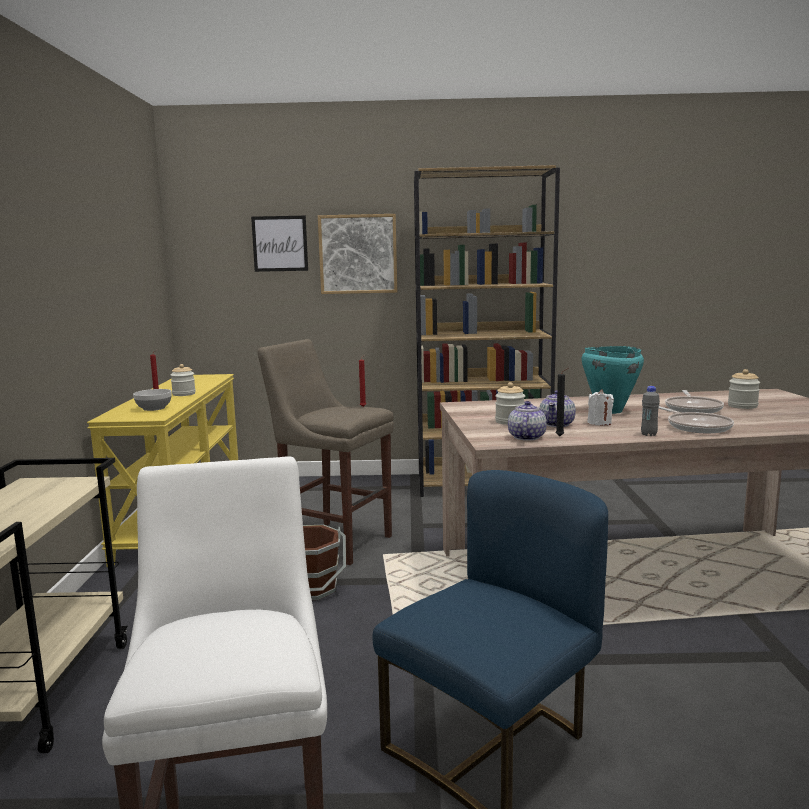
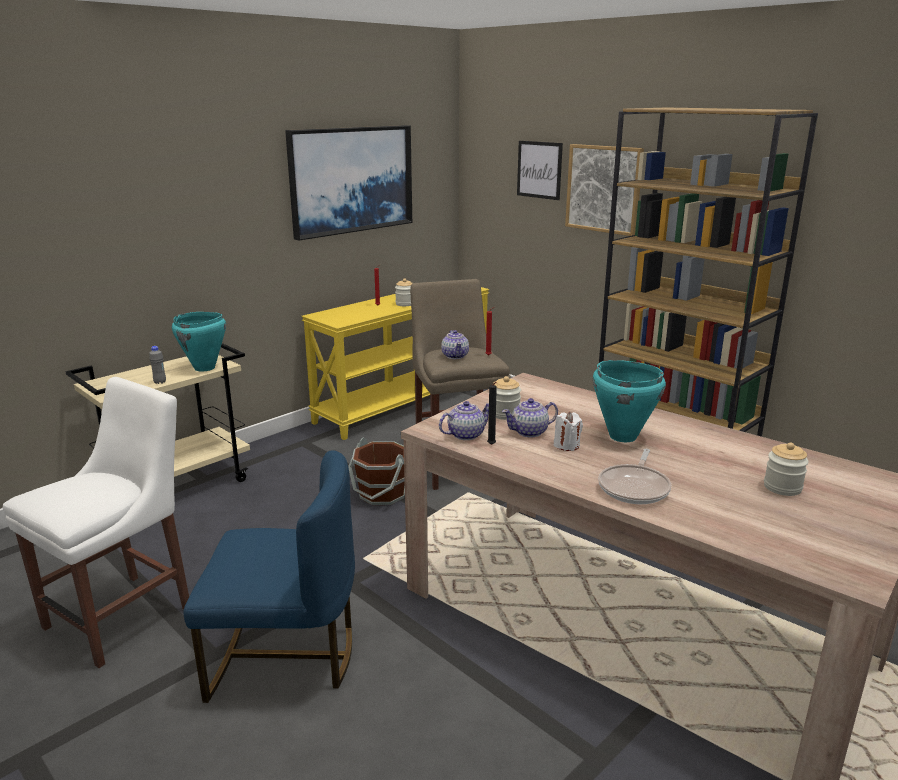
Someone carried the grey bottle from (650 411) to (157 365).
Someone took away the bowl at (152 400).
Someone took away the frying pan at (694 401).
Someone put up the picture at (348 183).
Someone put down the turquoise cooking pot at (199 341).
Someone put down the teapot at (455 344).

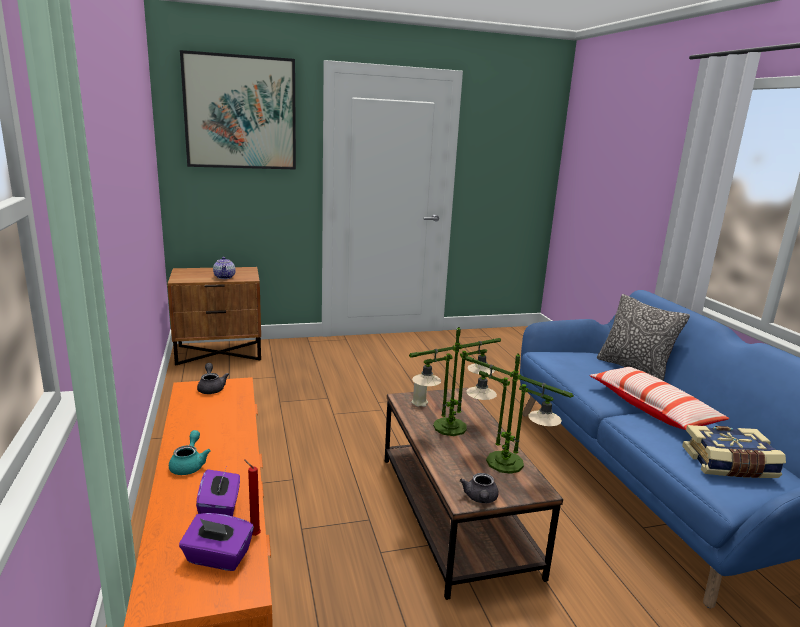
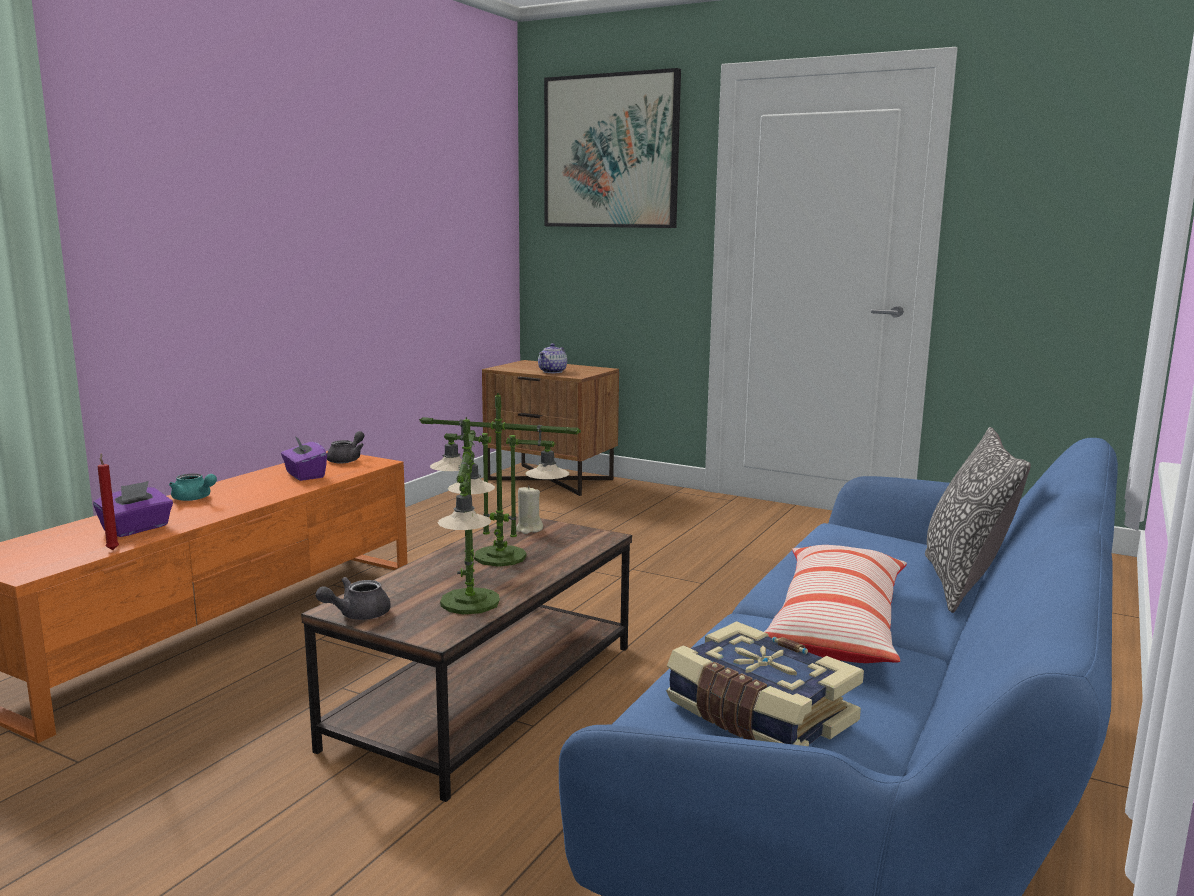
Someone rotated the turquoise teapot at (190 452) by 75 degrees clockwise.
Someone carried the purple tissue box from (216 542) to (304 458).

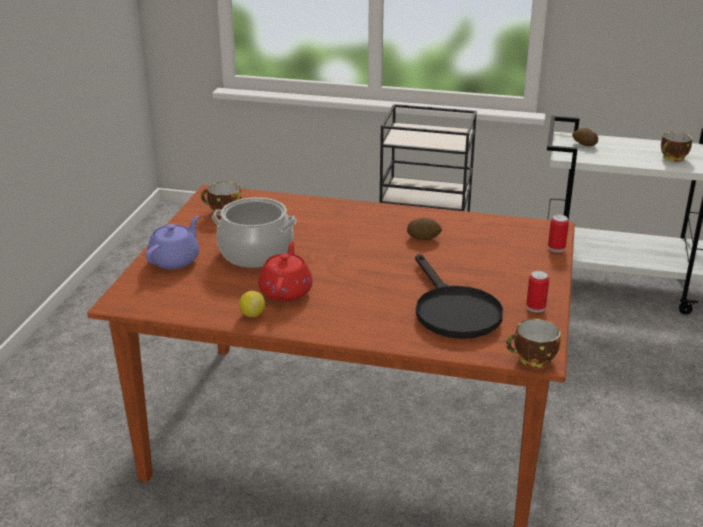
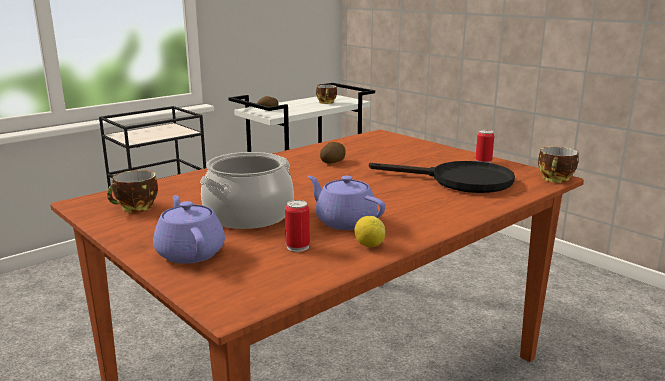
Someone carried the can from (558 233) to (297 226).
Someone repainted the red teapot at (285 271), which became the purple teapot at (346 203).

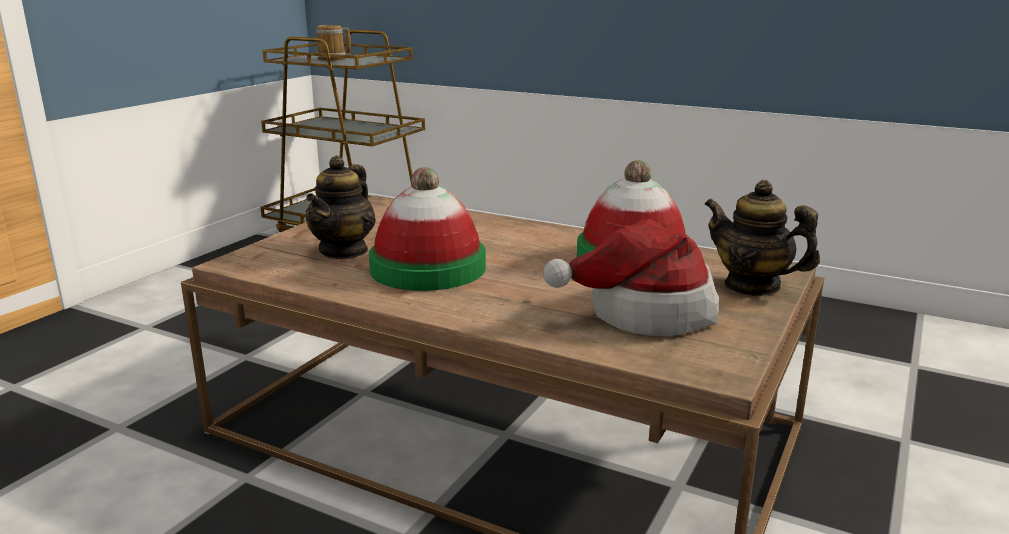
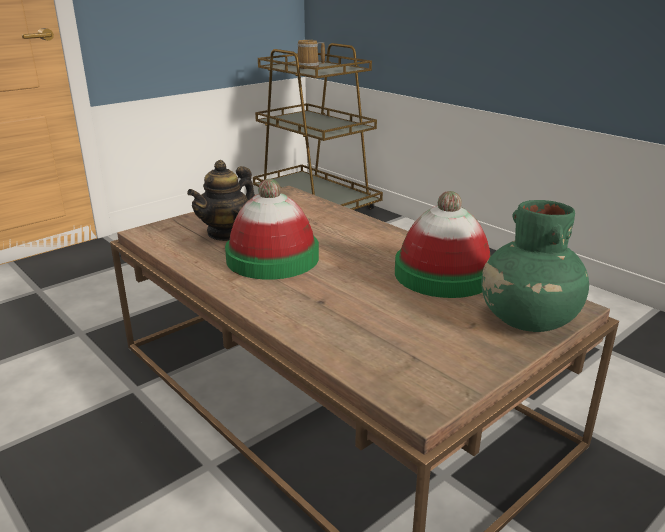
Someone swapped the teapot at (762 238) for the green vase at (535 266).
Someone took away the hat at (631 277).

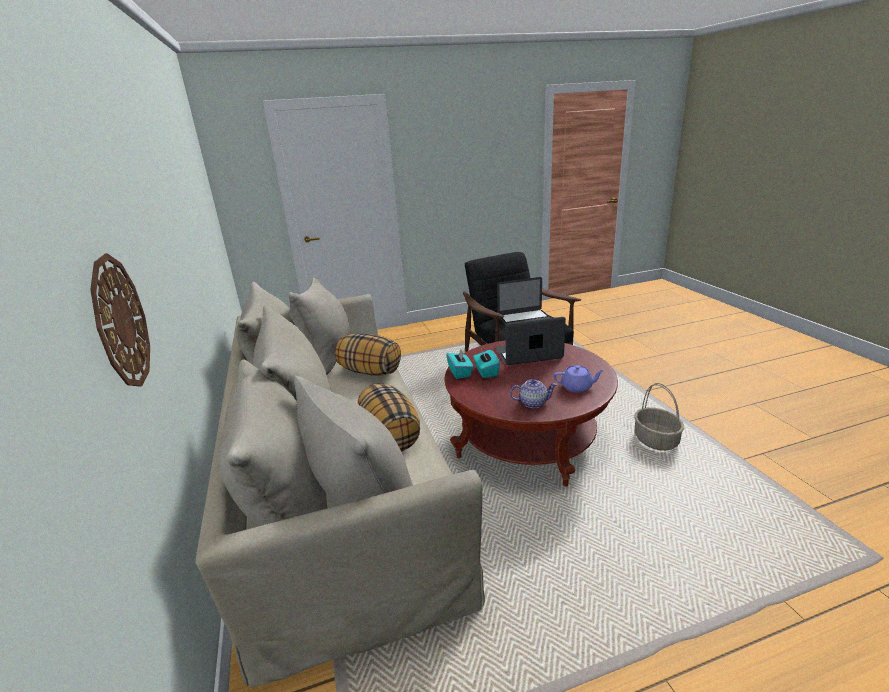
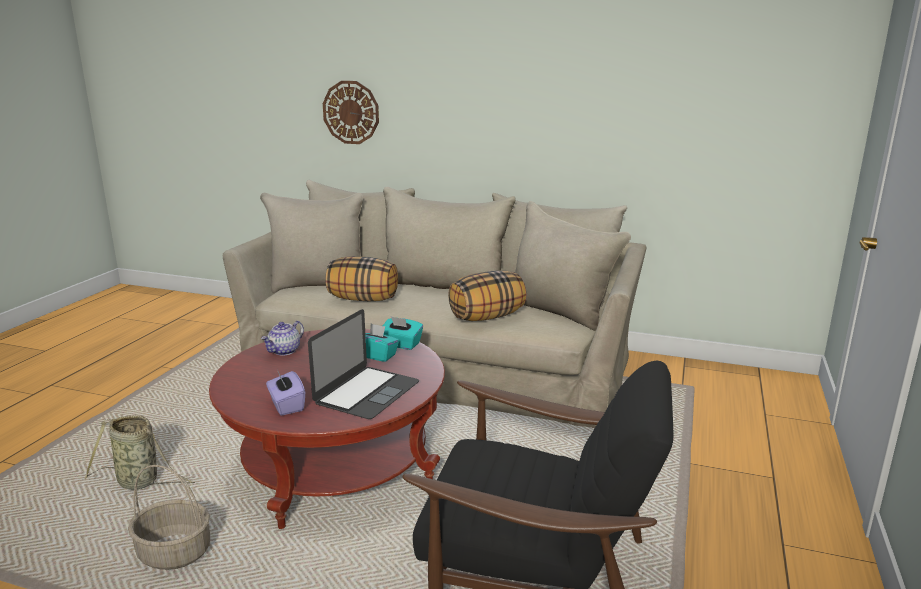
Someone took away the laptop at (524 301).
Someone took away the purple teapot at (579 379).
Someone put down the purple tissue box at (285 393).
Someone put down the basket at (140 452).

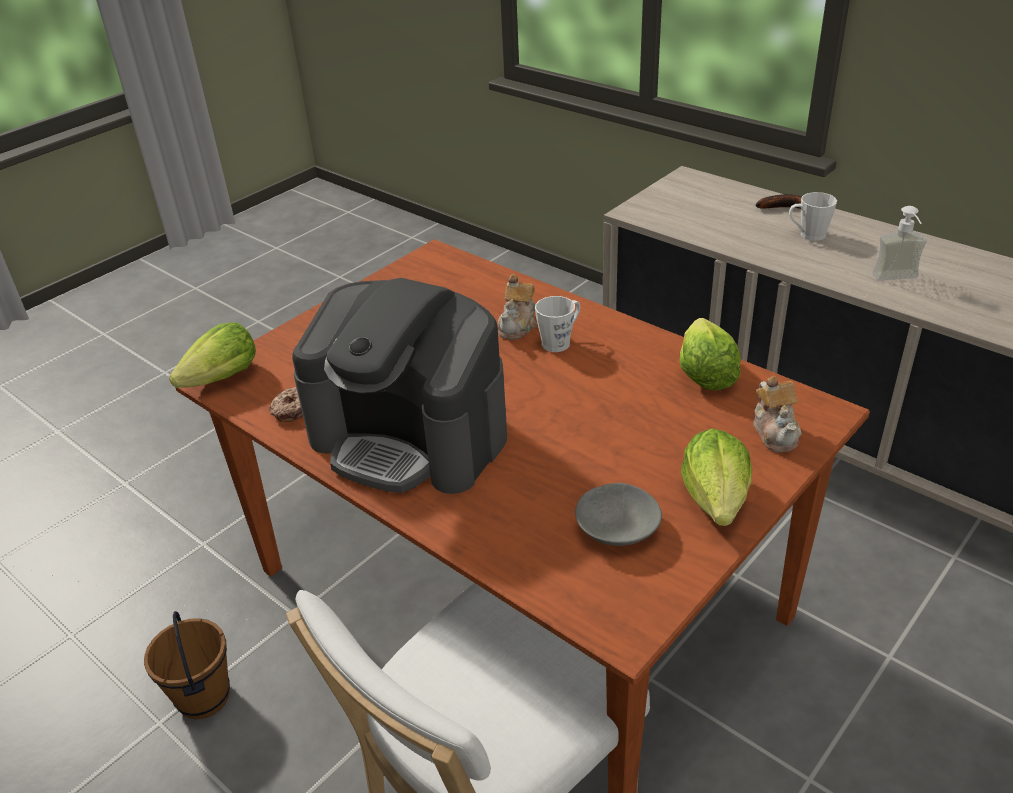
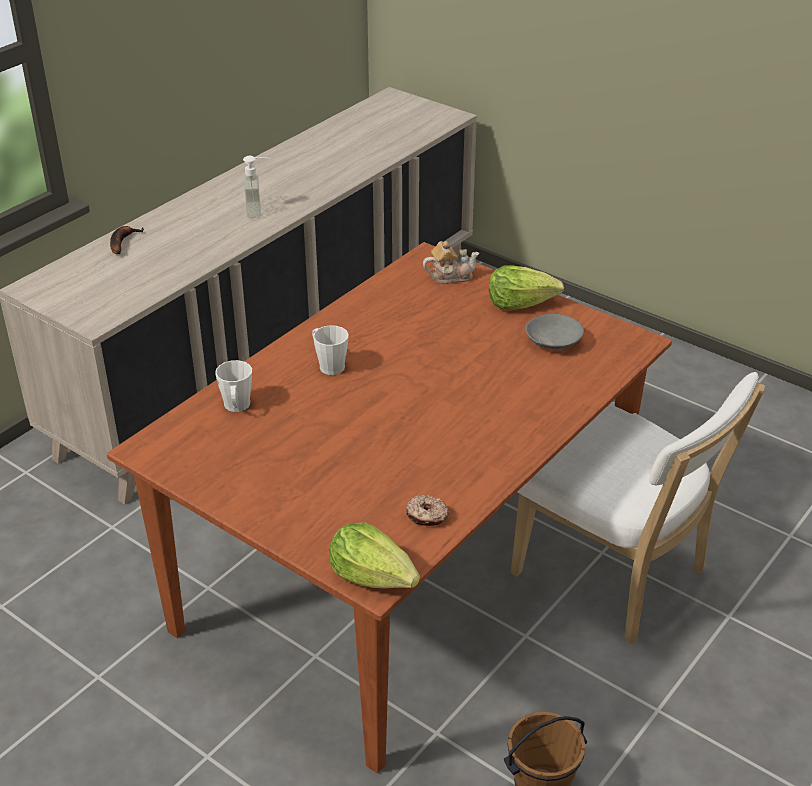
Someone carried the white mug from (813 216) to (233 386).
Someone took away the teapot at (517 307).
Someone took away the coffee machine at (399 386).
Someone took away the lettuce at (710 354).

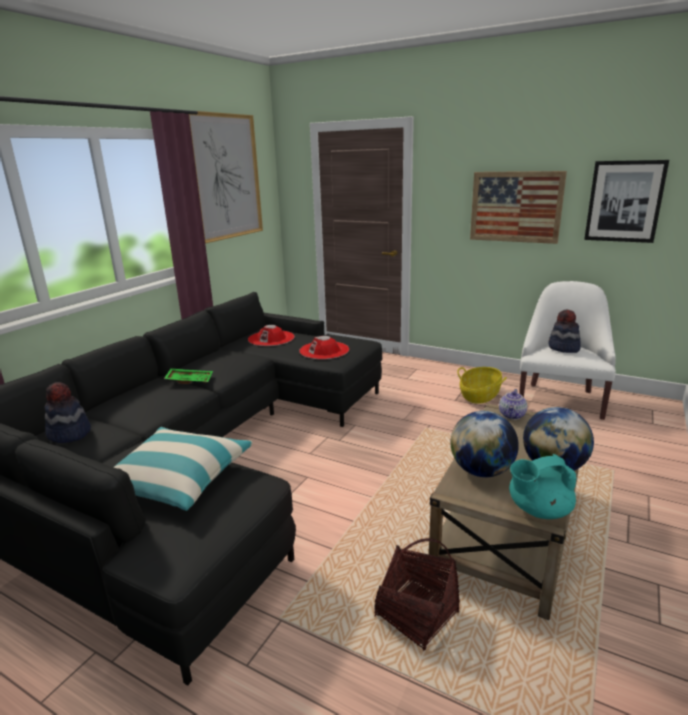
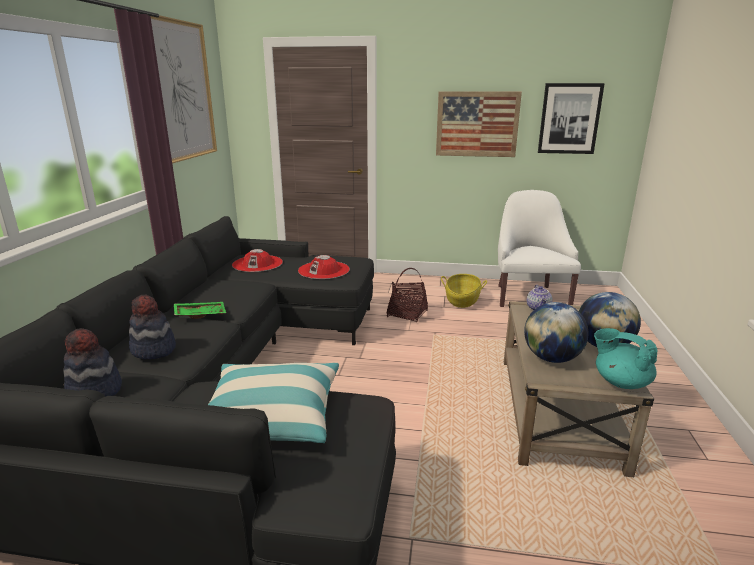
Someone carried the hat from (564 331) to (152 327).
Someone rotated the turquoise teapot at (542 486) by 75 degrees clockwise.
Someone carried the basket from (417 594) to (407 295).

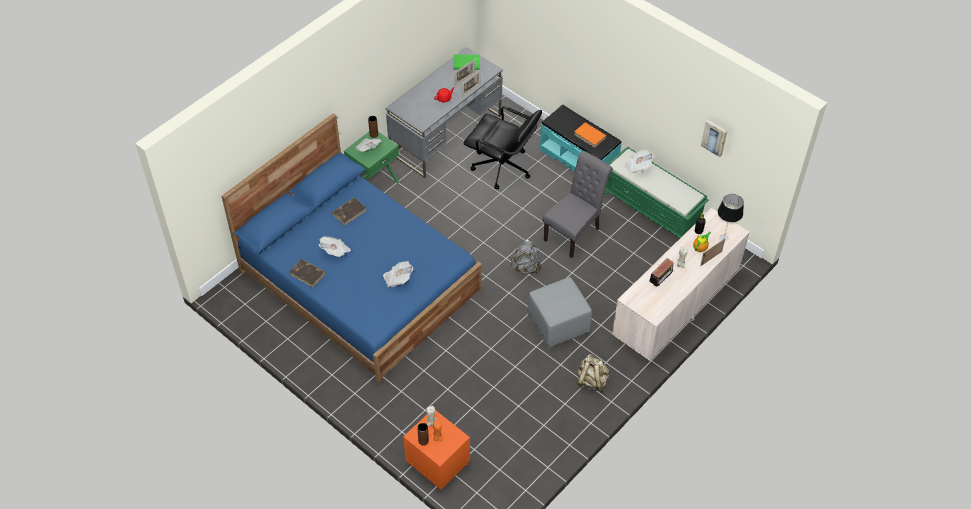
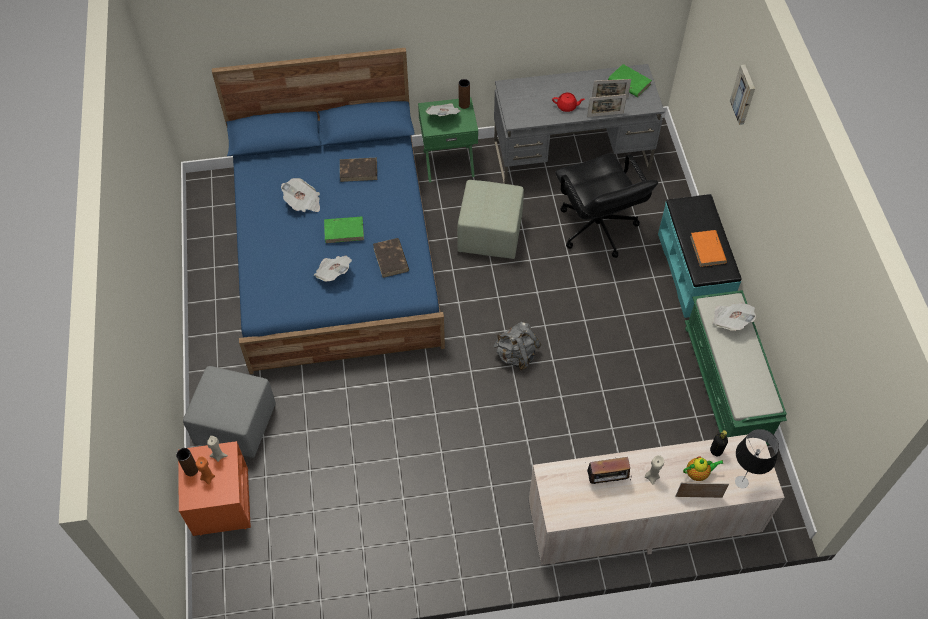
Someone carried the picture from (714 138) to (742 94).
Someone took away the grey chair at (578 204).
Someone carried the brown book from (307 273) to (391 258).
Someone carried the grey ottoman from (559 312) to (229 412).
Someone took away the beige backpack at (593 373).
Someone put down the green ottoman at (490 219).
Someone put down the green book at (344 230).

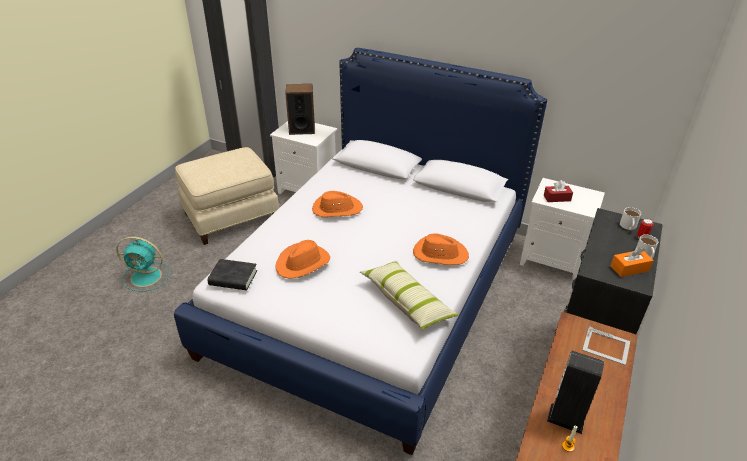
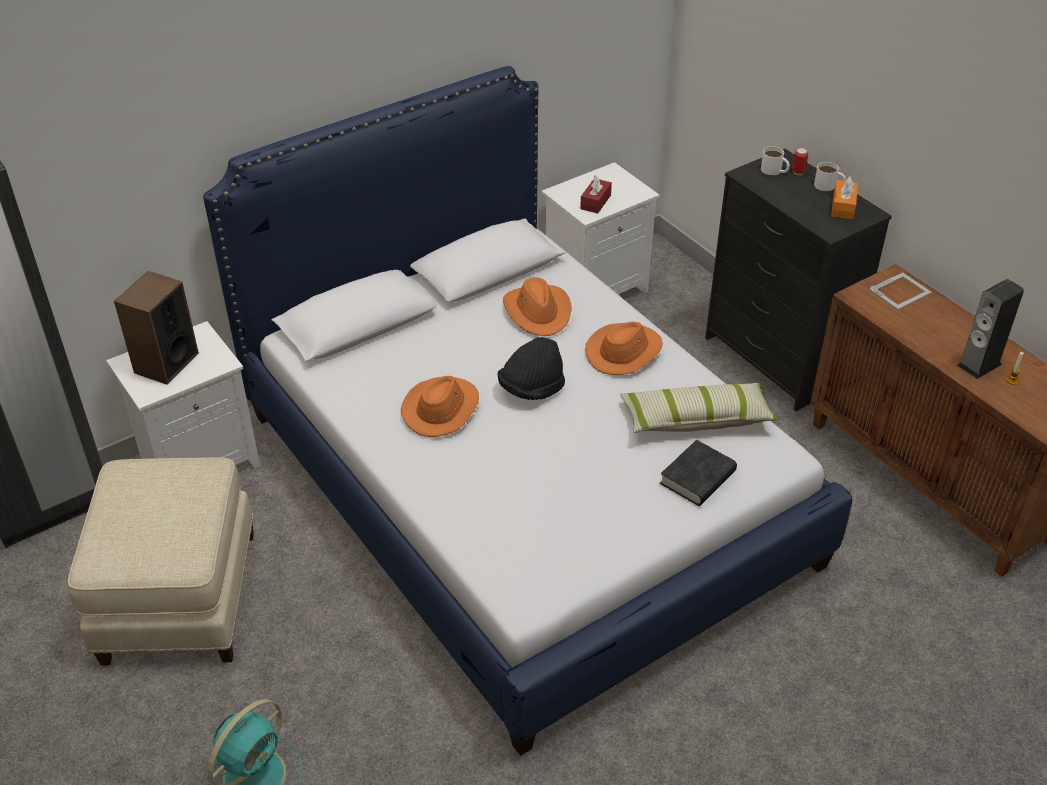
Someone carried the orange hat from (302 259) to (537 306).
Someone carried the black book from (232 274) to (698 473).
Someone put down the black hat at (531 368).

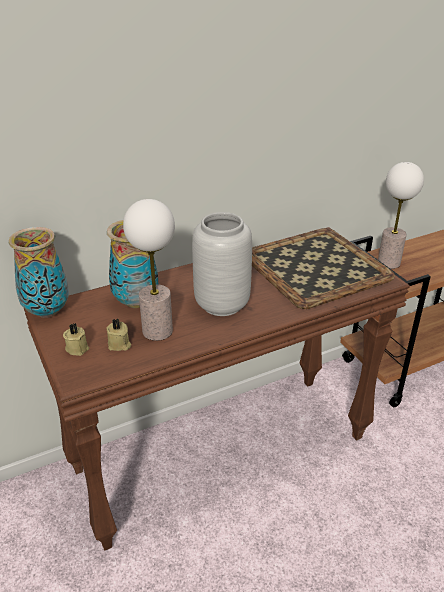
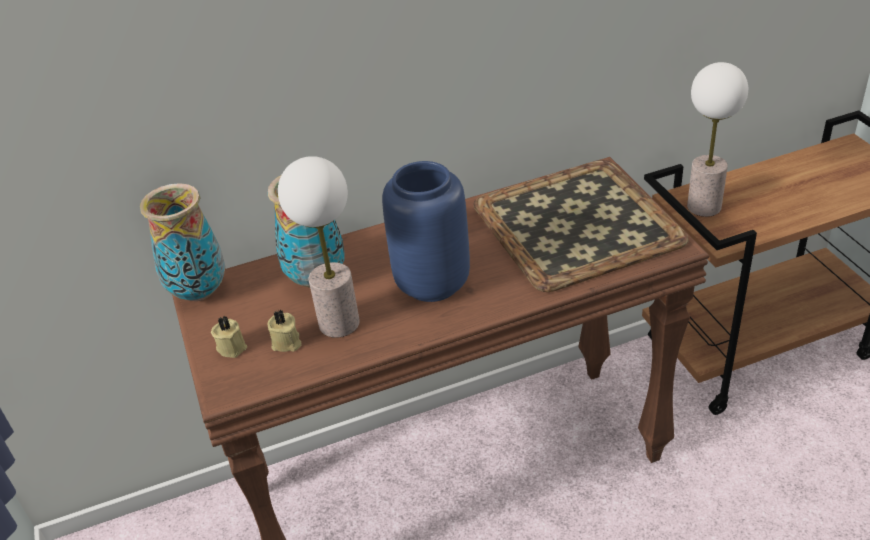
Someone repainted the grey vase at (222 264), which became the blue vase at (426 231).

